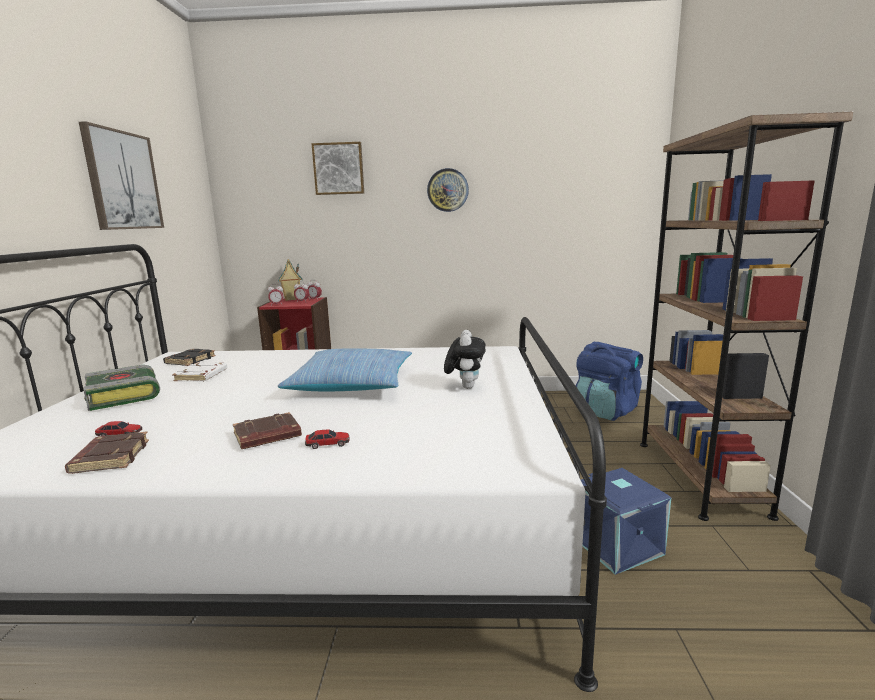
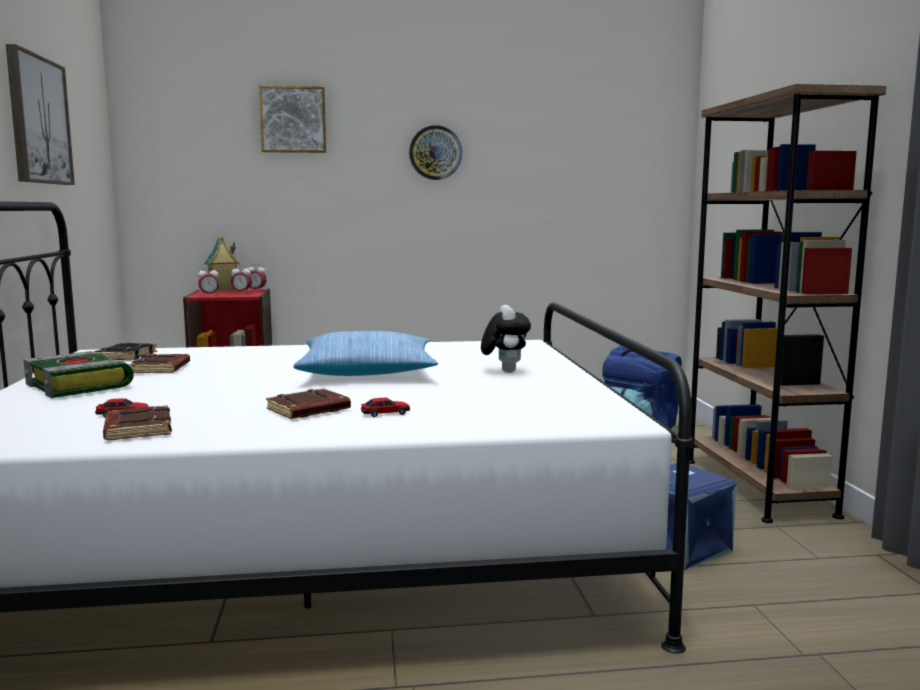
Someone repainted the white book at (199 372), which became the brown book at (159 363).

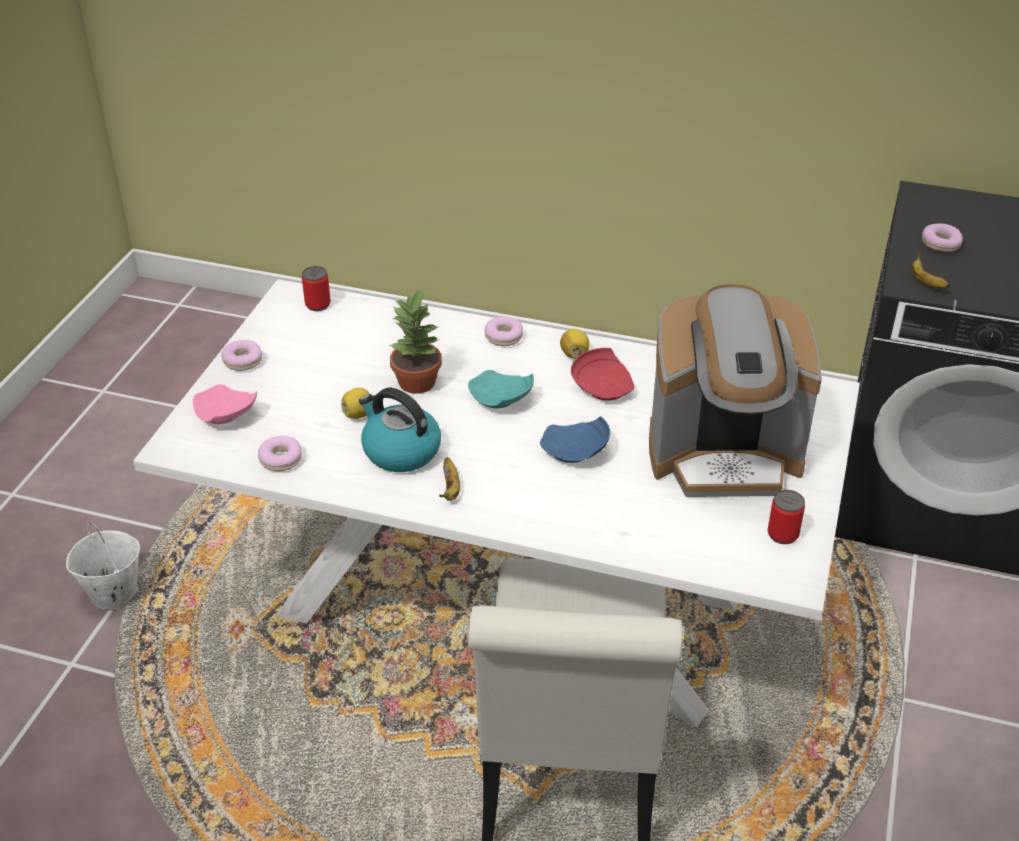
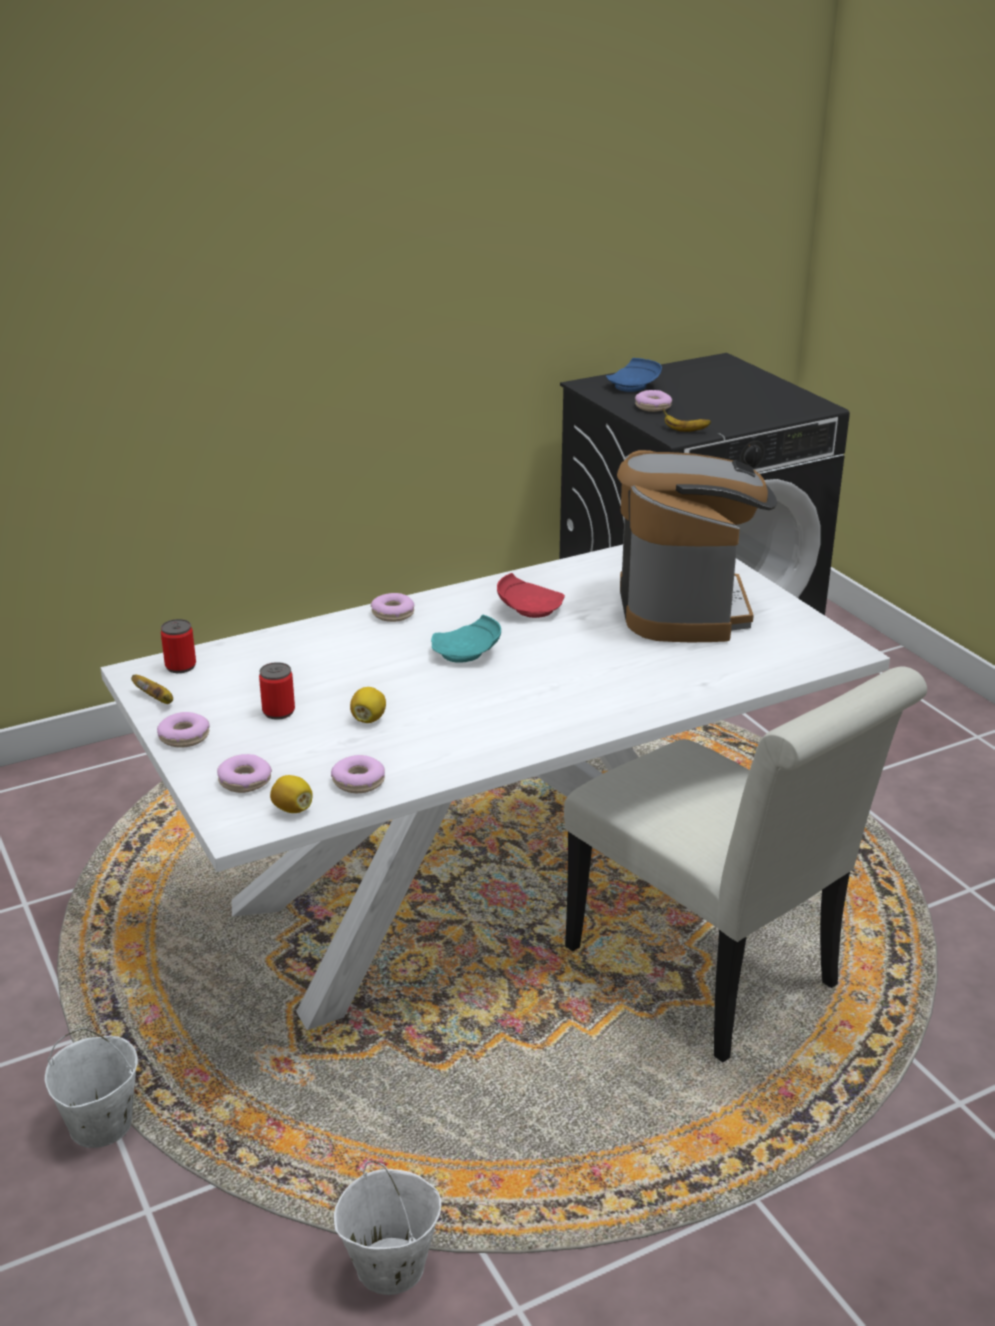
Someone rotated the coffee machine at (735 390) by 45 degrees counterclockwise.
Someone took away the potted plant at (416 340).
Someone carried the lemon from (574 344) to (291 794).
Someone swapped the pink plate at (225 404) for the donut at (244 773).
Someone took away the kettle at (400 430).
Someone carried the blue plate from (575 439) to (634 375).
Someone carried the banana from (449 479) to (152 689).
Someone carried the can from (786 517) to (277 691).
Someone put down the white bucket at (387 1228).

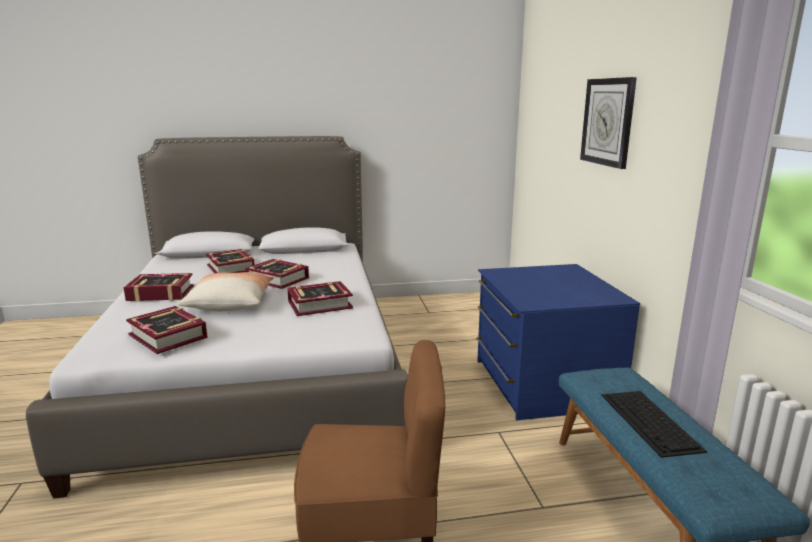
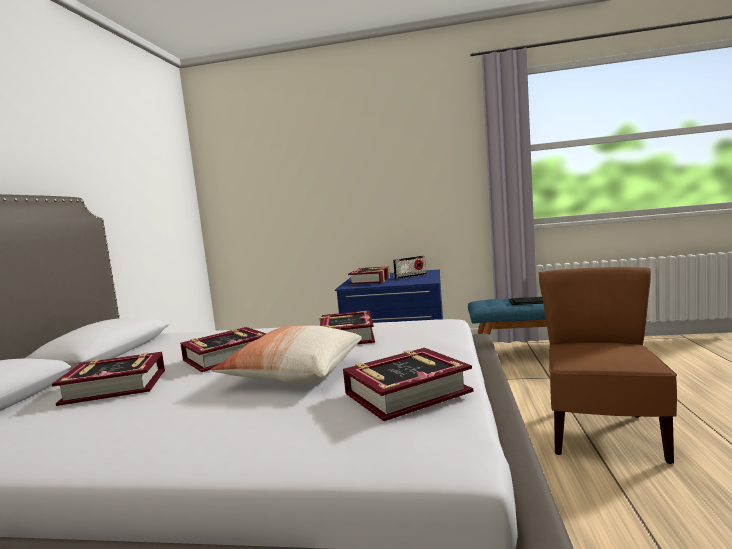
Someone took away the wall clock at (608 123).
Someone carried the book from (159 287) to (369 275).
Someone put down the radio at (409 267).

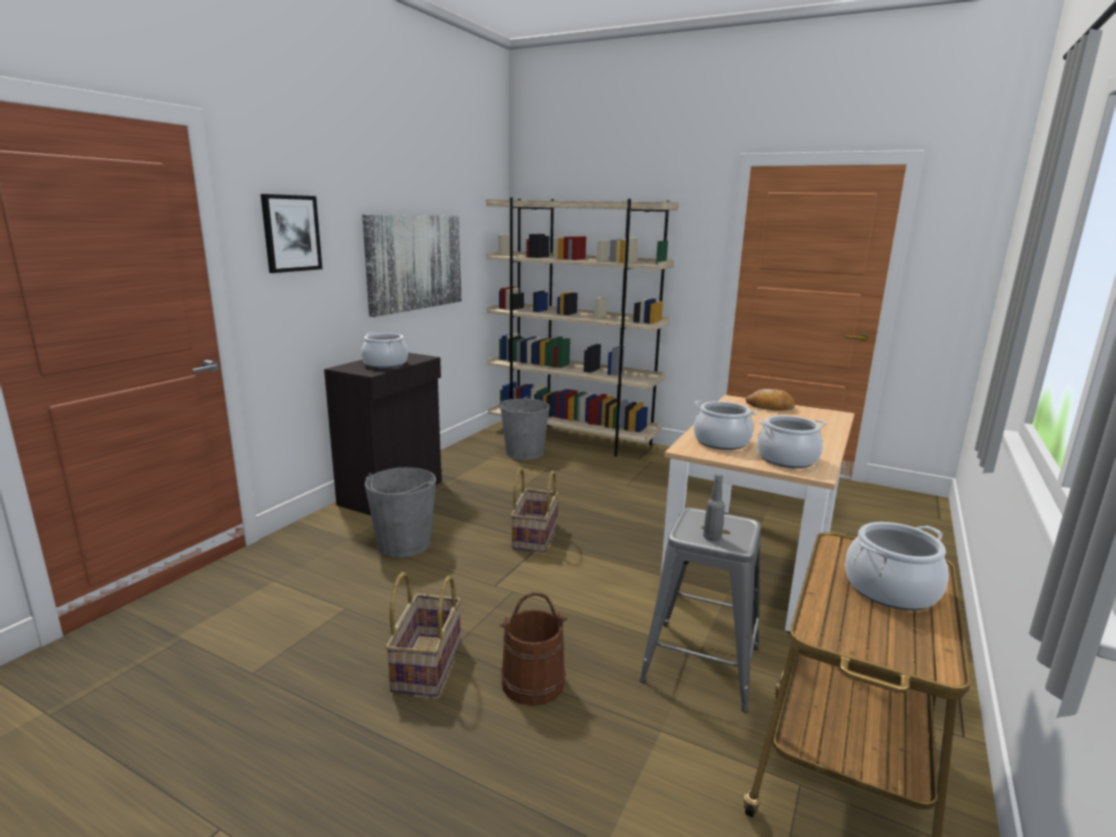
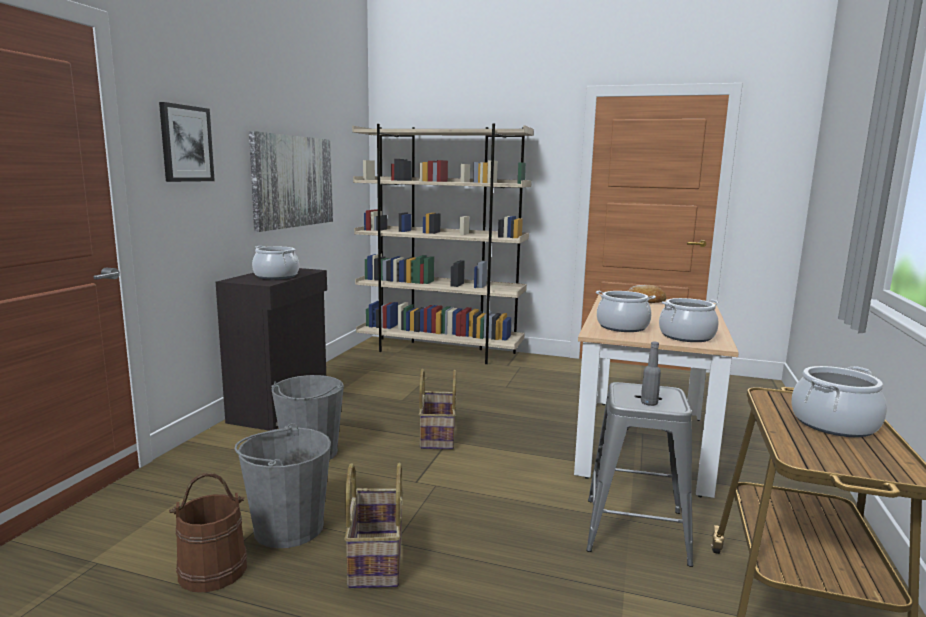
Someone carried the grey bucket from (524 428) to (283 485).
Someone carried the brown bucket from (533 649) to (208 532).

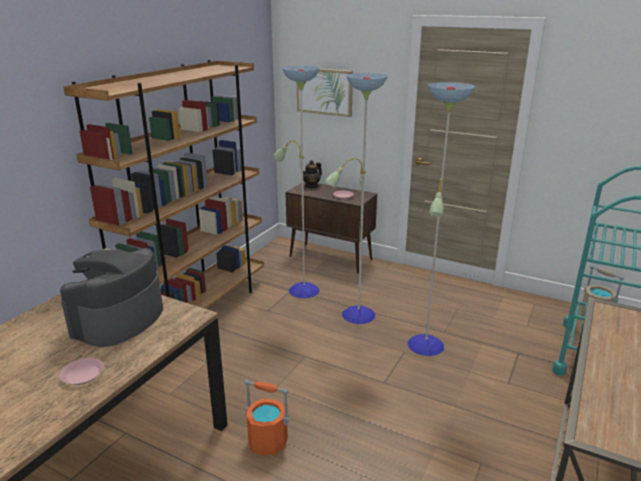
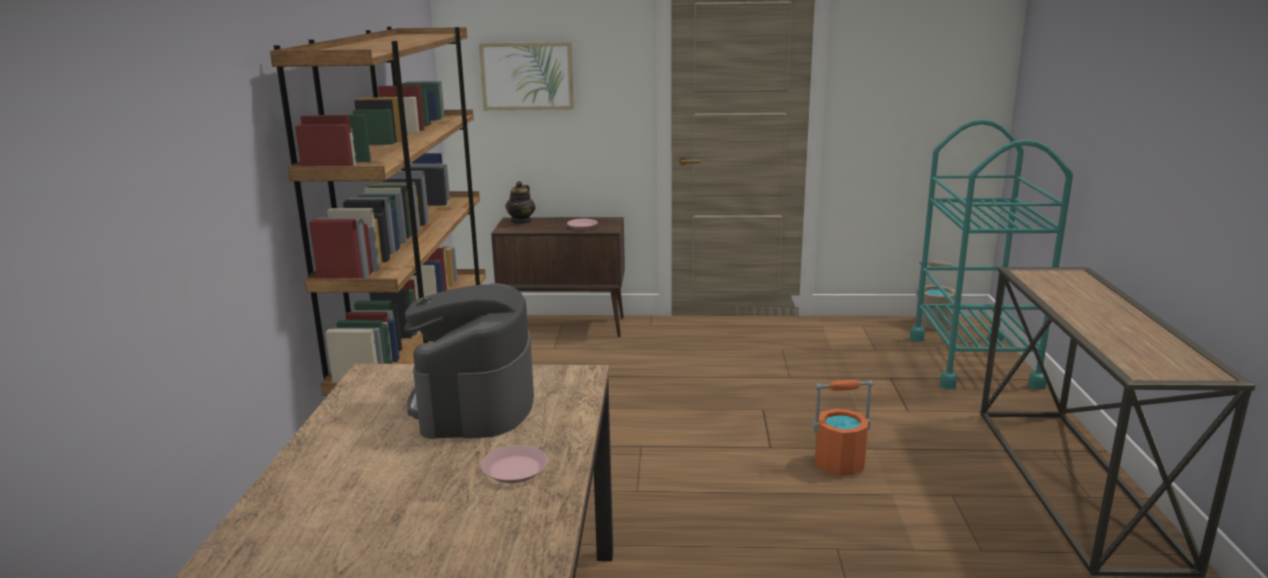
Someone took away the floor lamp at (374 211).
Someone carried the orange bucket from (266 418) to (843 428).

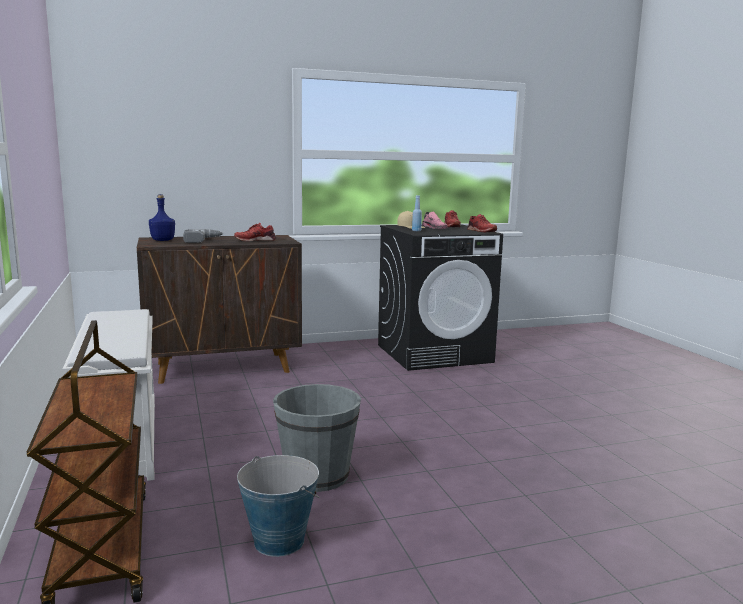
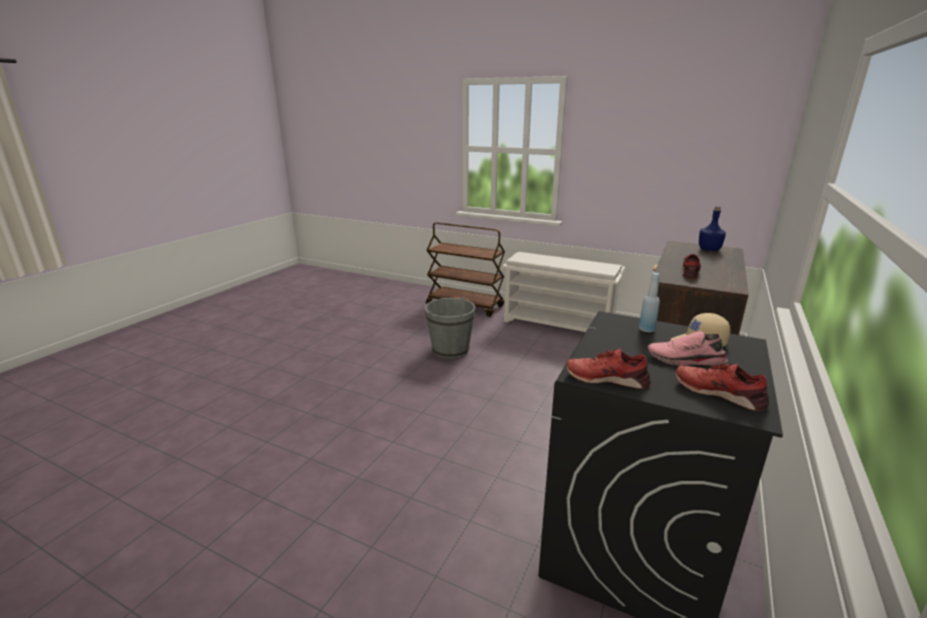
Someone took away the power drill at (203 236).
Someone took away the bucket at (278 506).

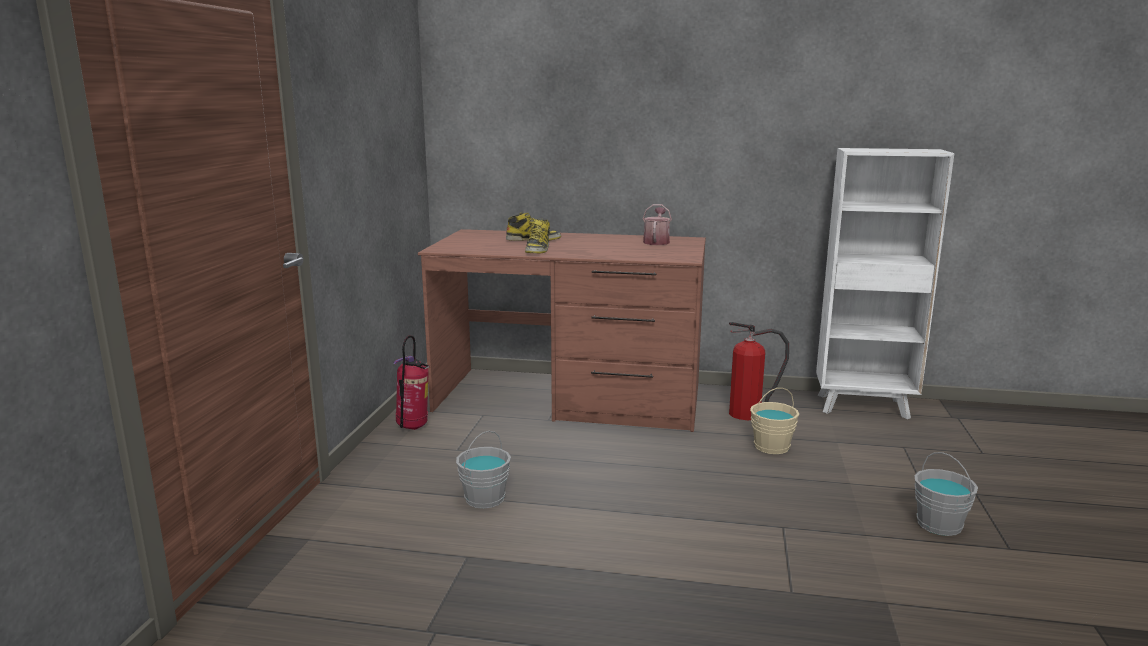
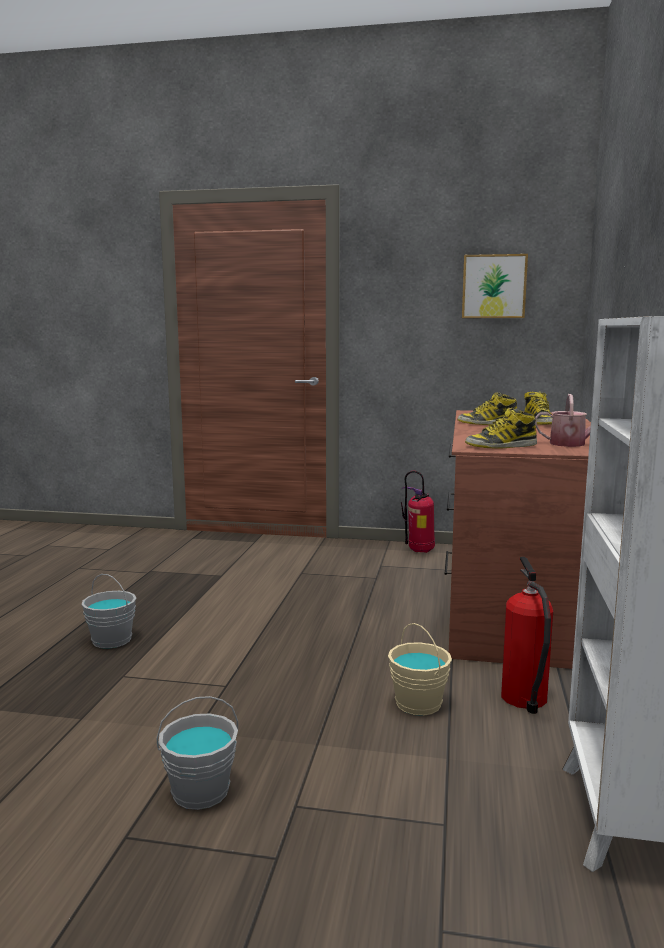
Someone carried the grey bucket from (483 470) to (108 611).
Someone put up the picture at (495 286).
Someone put down the boot at (501 428).

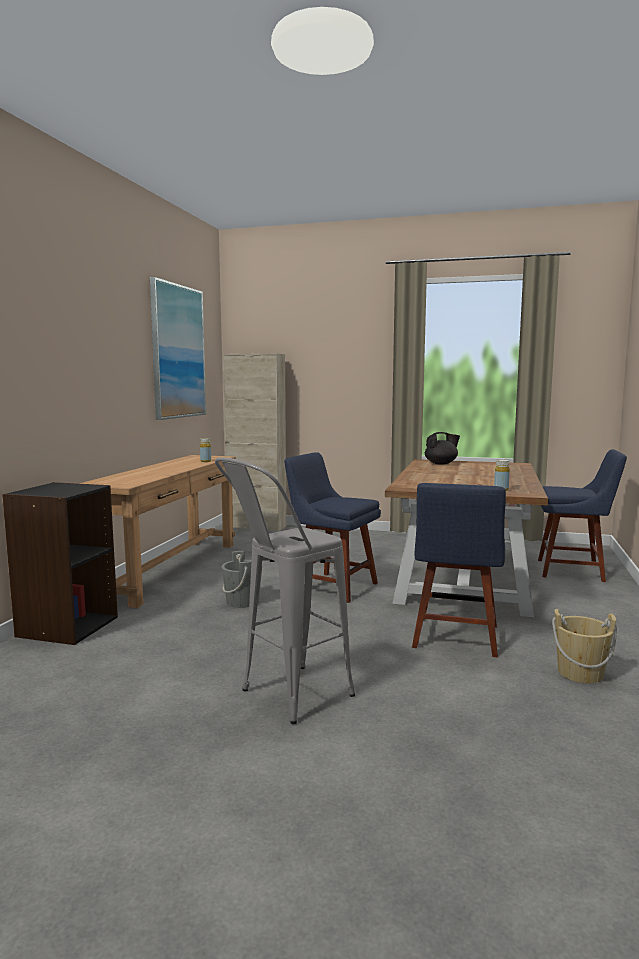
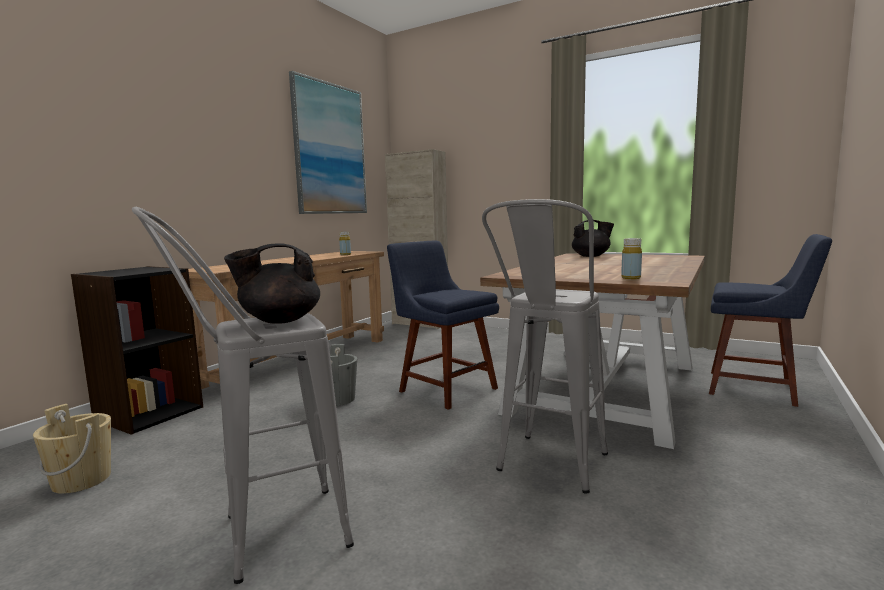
Someone swapped the blue chair at (459 570) for the grey stool at (545 346).
Someone carried the beige bucket from (584 646) to (72 449).
Someone put down the black teapot at (272 283).

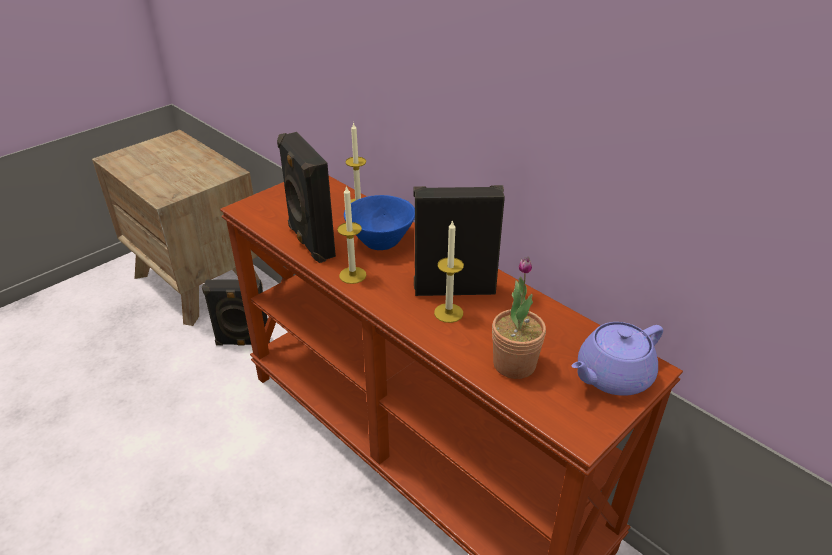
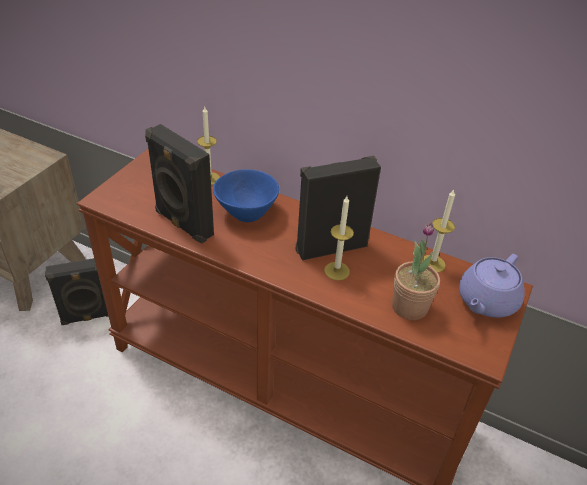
Someone carried the candle from (352 234) to (438 231).

